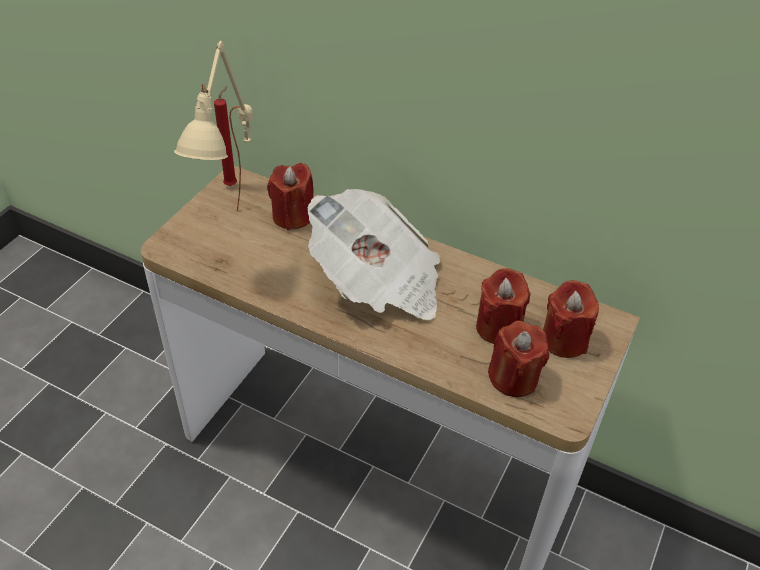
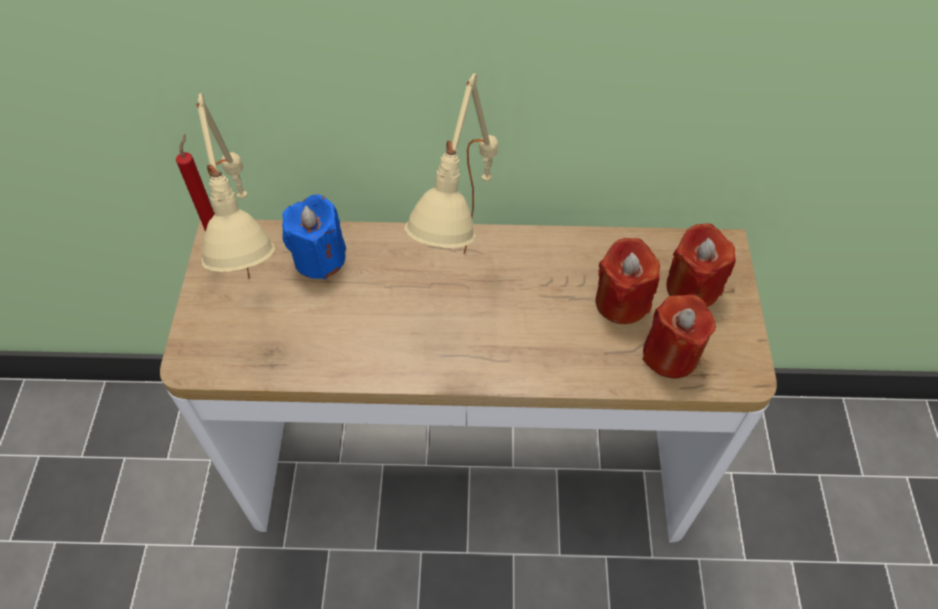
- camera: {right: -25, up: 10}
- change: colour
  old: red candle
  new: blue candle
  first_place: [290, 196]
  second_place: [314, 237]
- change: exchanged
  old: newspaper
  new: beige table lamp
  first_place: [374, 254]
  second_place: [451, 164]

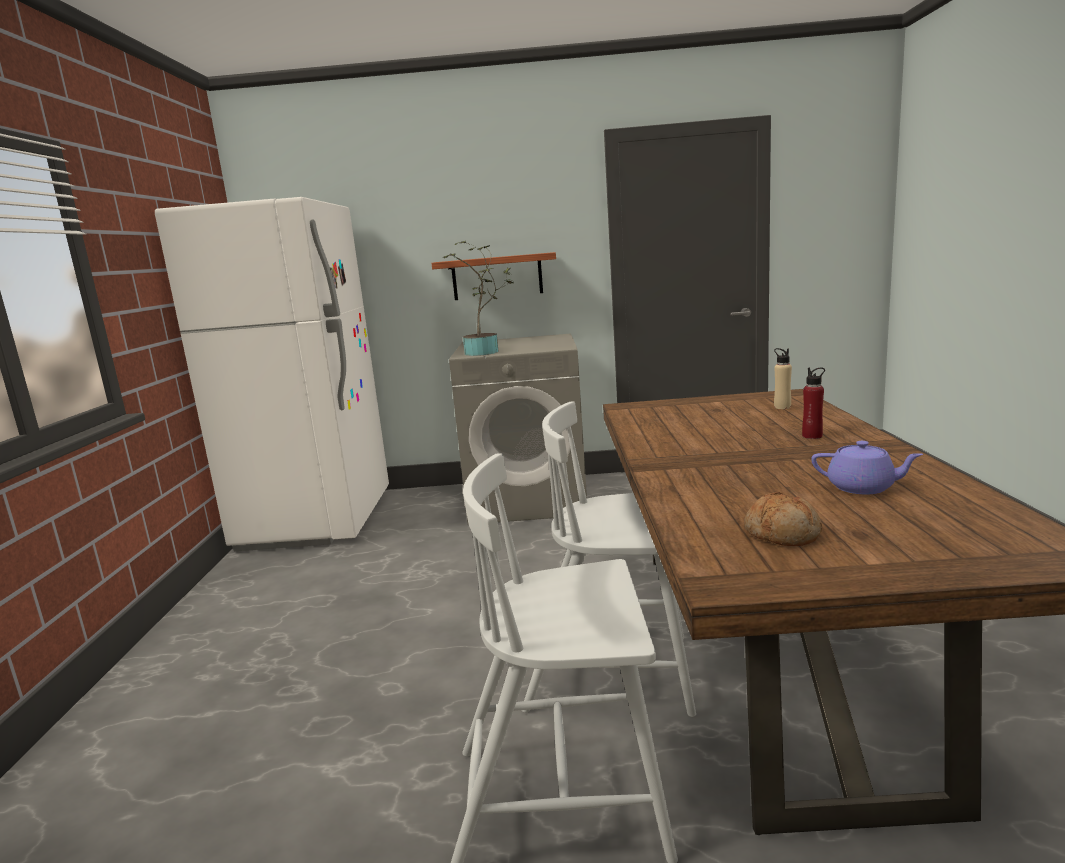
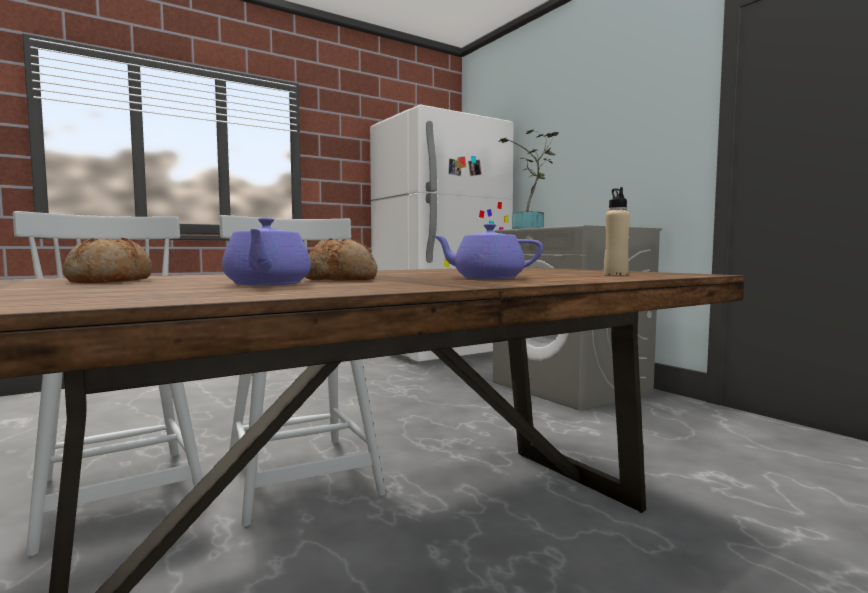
- camera: {right: 55, up: -10}
- change: appeared
  new: bread
  second_place: [341, 259]
- change: exchanged
  old: red bottle
  new: purple teapot
  first_place: [813, 403]
  second_place: [488, 251]
- change: missing
  old: shelf
  first_place: [493, 276]

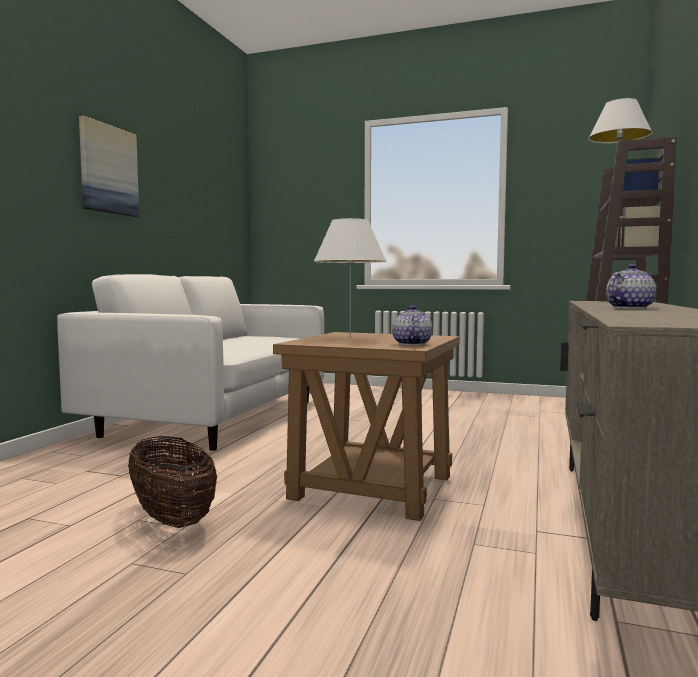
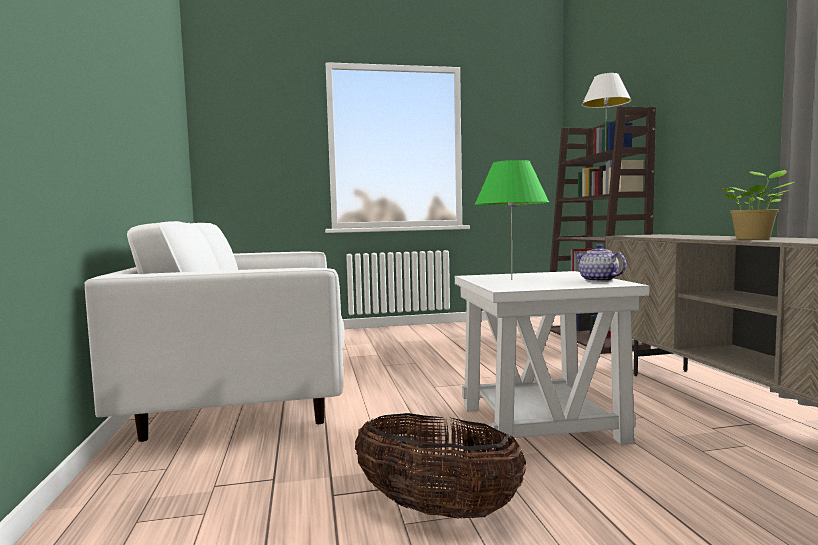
- camera: {right: -30, up: 0}
- change: colour
  old: brown side table
  new: white side table
  first_place: [366, 426]
  second_place: [552, 358]
- change: colour
  old: white table lamp
  new: green table lamp
  first_place: [350, 278]
  second_place: [511, 220]
- change: exchanged
  old: teapot
  new: potted plant
  first_place: [631, 286]
  second_place: [758, 204]
- change: missing
  old: picture
  first_place: [109, 166]

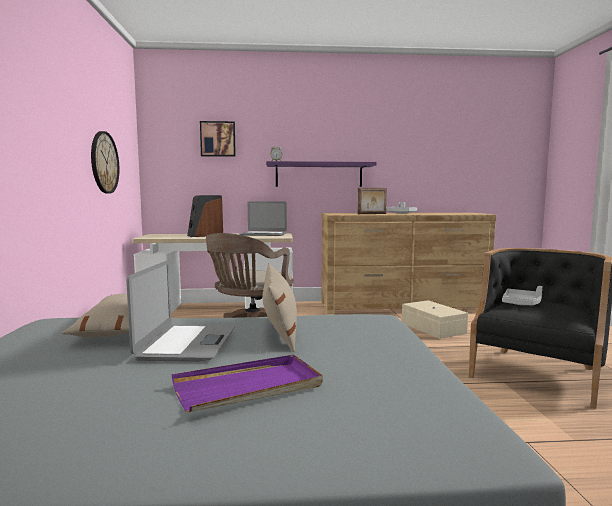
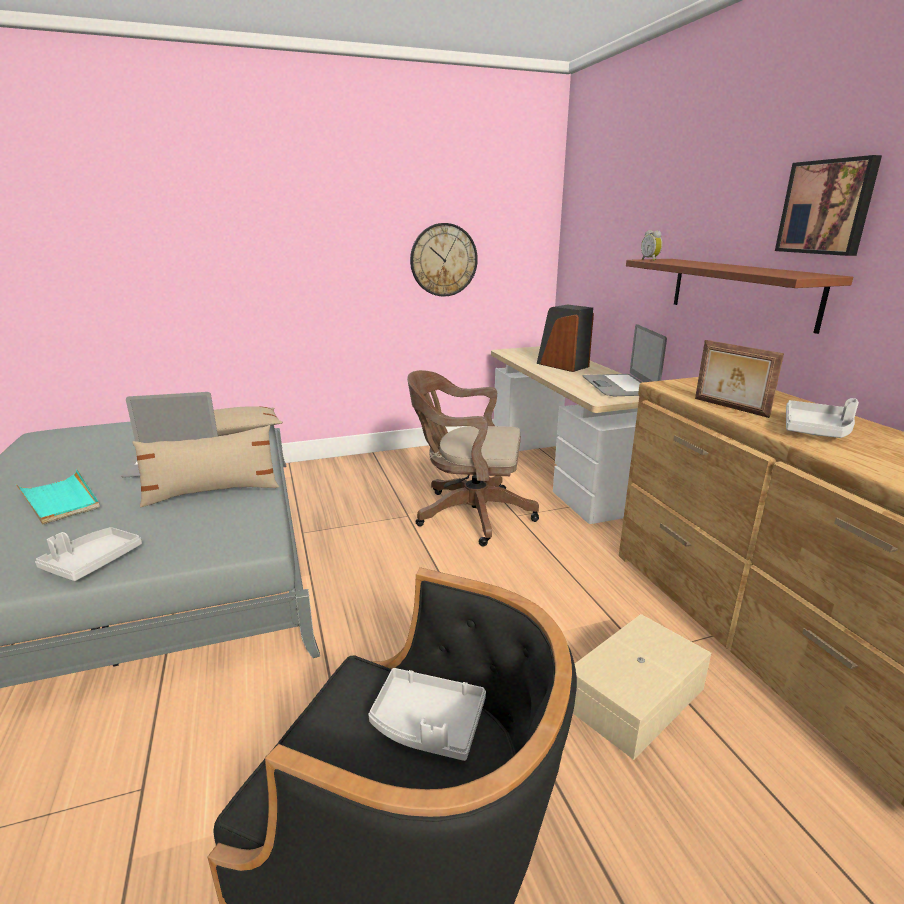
- camera: {right: 75, up: 15}
- change: colour
  old: purple tray
  new: turquoise tray
  first_place: [247, 383]
  second_place: [58, 497]
- change: appeared
  new: grey tray
  second_place: [88, 554]
- change: colour
  old: purple shelf
  new: brown shelf
  first_place: [321, 174]
  second_place: [739, 296]
- change: relocated
  old: picture
  first_place: [218, 139]
  second_place: [828, 205]

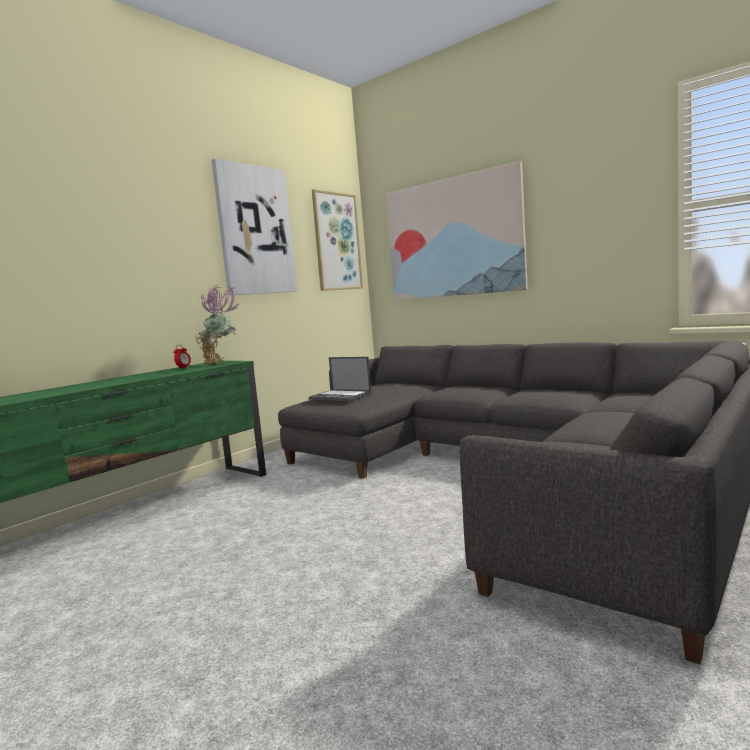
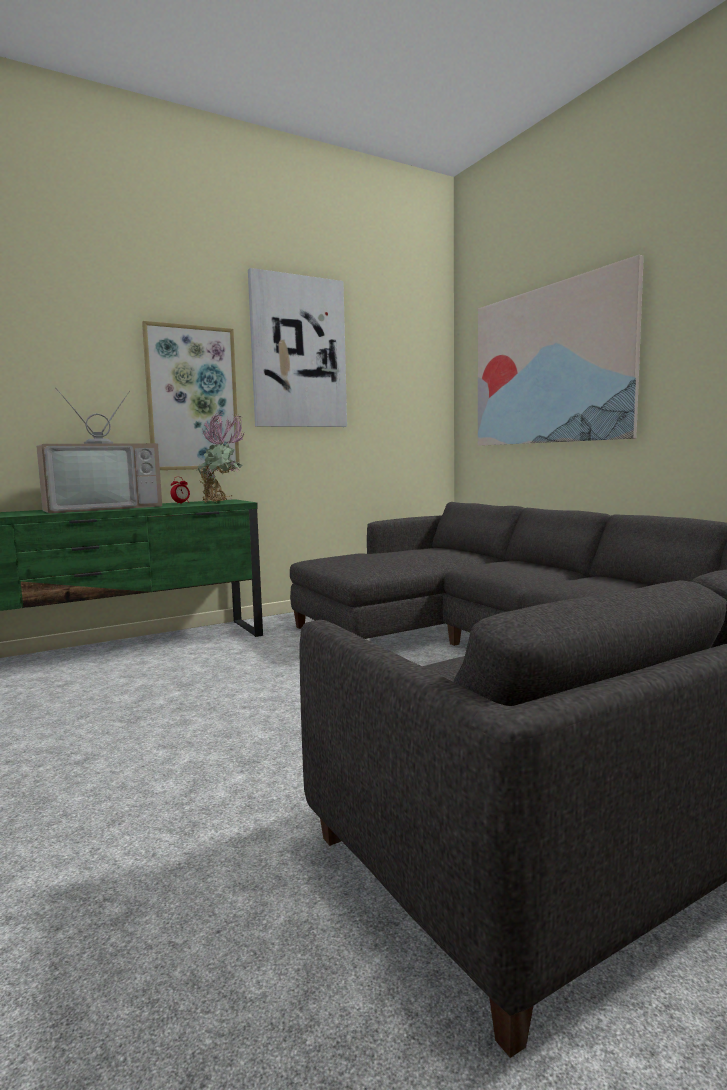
- camera: {right: 20, up: 0}
- change: appeared
  new: television
  second_place: [99, 450]
- change: relocated
  old: picture
  first_place: [337, 240]
  second_place: [191, 395]
- change: missing
  old: laptop
  first_place: [340, 379]

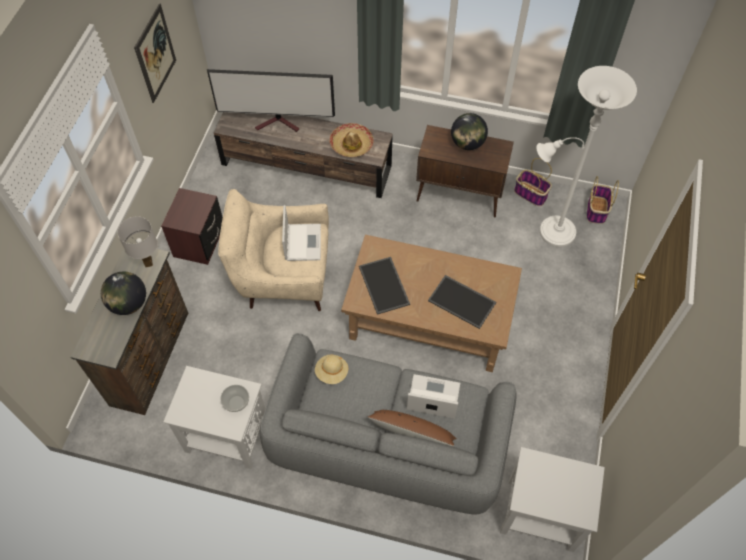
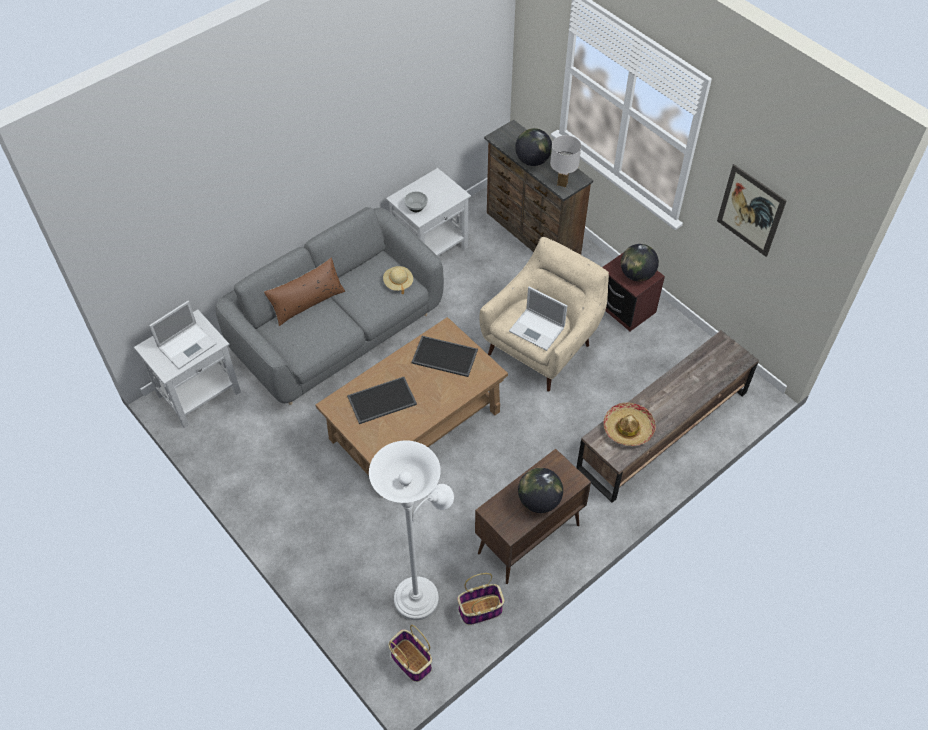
- camera: {right: 125, up: -5}
- change: relocated
  old: laptop
  first_place: [433, 396]
  second_place: [183, 335]
- change: appeared
  new: globe
  second_place: [640, 262]
- change: missing
  old: television
  first_place: [271, 100]

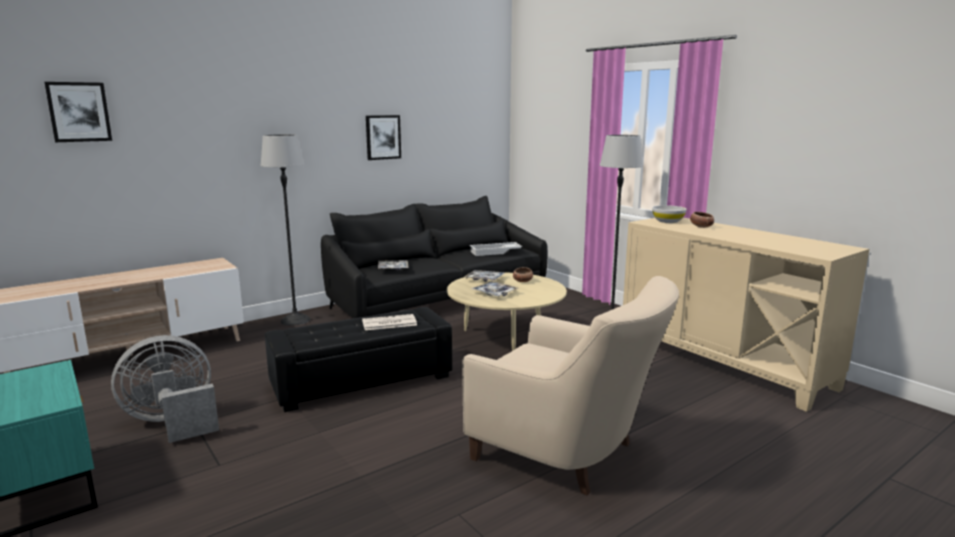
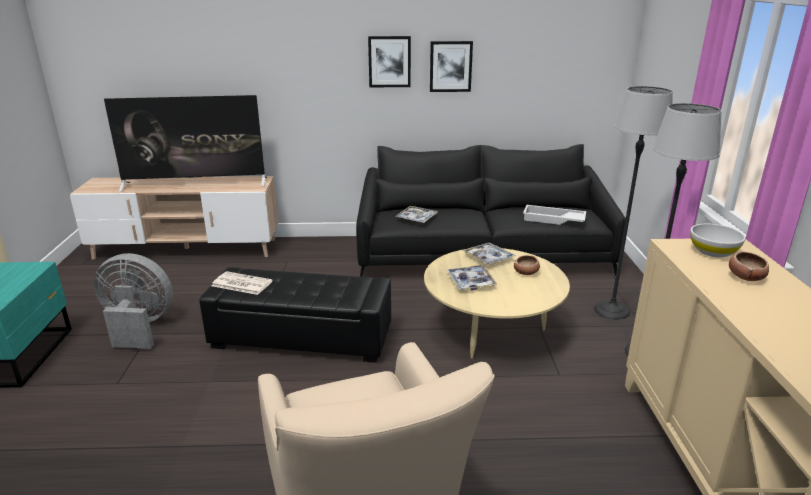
- camera: {right: 35, up: 10}
- change: appeared
  new: television
  second_place: [185, 143]
- change: relocated
  old: newspaper
  first_place: [389, 322]
  second_place: [242, 283]
- change: relocated
  old: picture
  first_place: [78, 112]
  second_place: [389, 61]
- change: relocated
  old: floor lamp
  first_place: [285, 229]
  second_place: [633, 203]

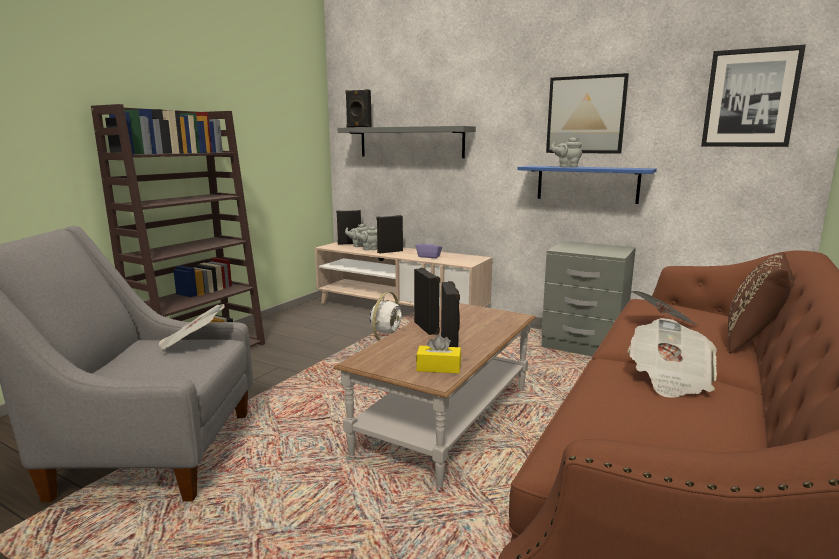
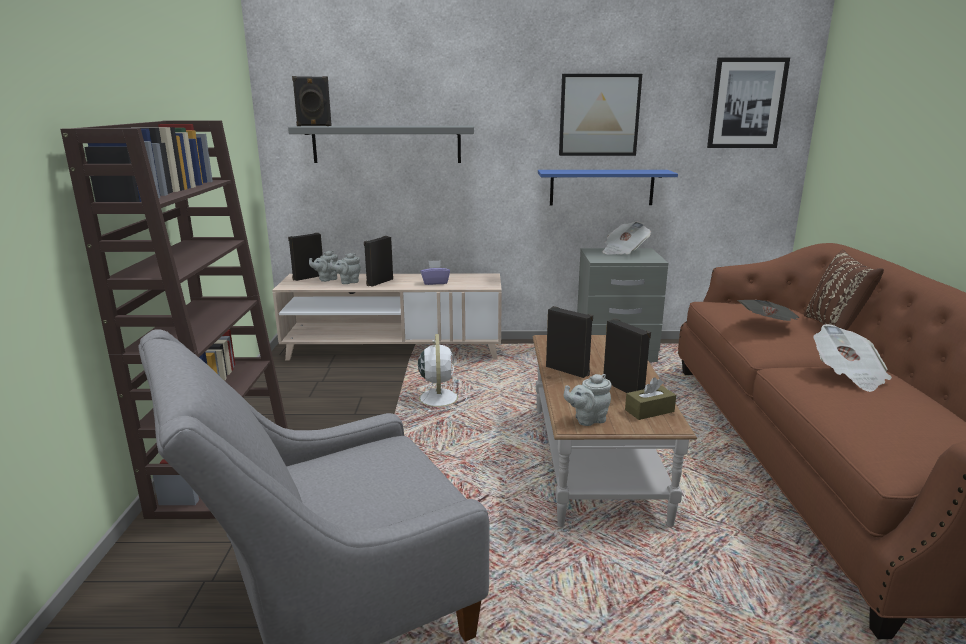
- camera: {right: -30, up: 5}
- change: relocated
  old: grey teapot
  first_place: [566, 152]
  second_place: [588, 400]
- change: relocated
  old: newspaper
  first_place: [191, 327]
  second_place: [627, 238]
- change: colour
  old: yellow tissue box
  new: brown tissue box
  first_place: [438, 354]
  second_place: [650, 398]

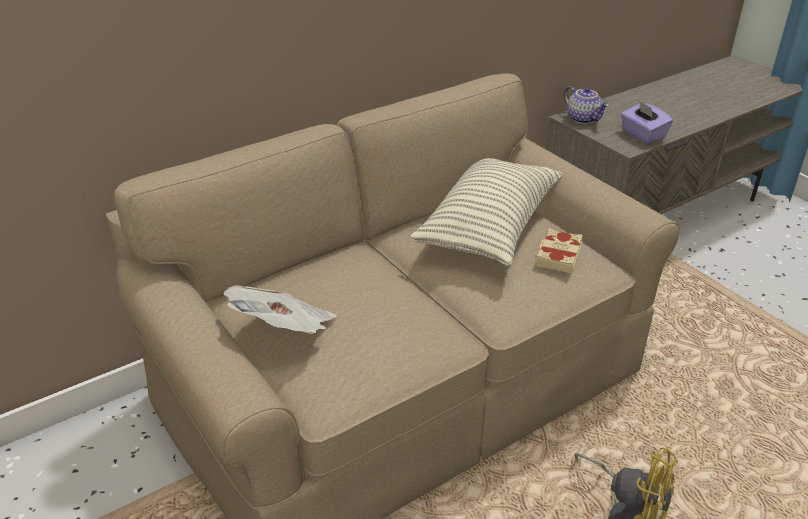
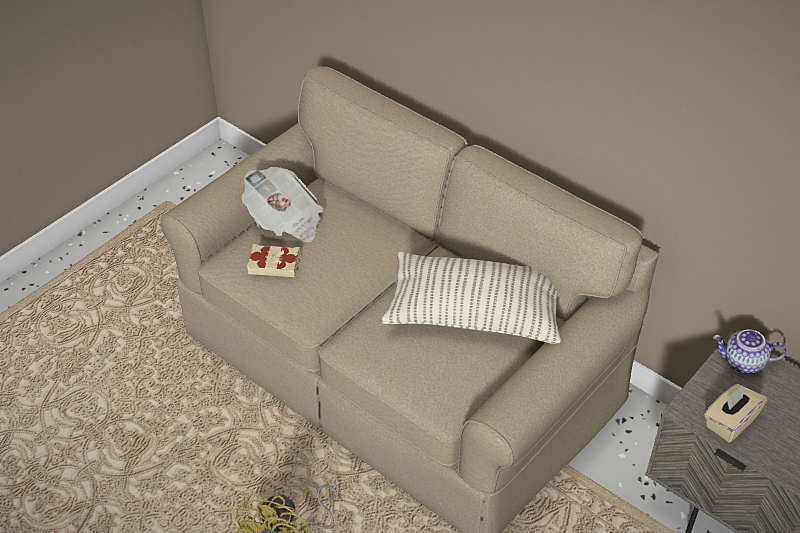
- camera: {right: 75, up: 10}
- change: relocated
  old: beige book
  first_place: [559, 250]
  second_place: [273, 260]
- change: colour
  old: purple tissue box
  new: beige tissue box
  first_place: [647, 122]
  second_place: [735, 413]
- change: spun
  old: teapot
  first_place: [586, 105]
  second_place: [749, 352]
  degrees: 60

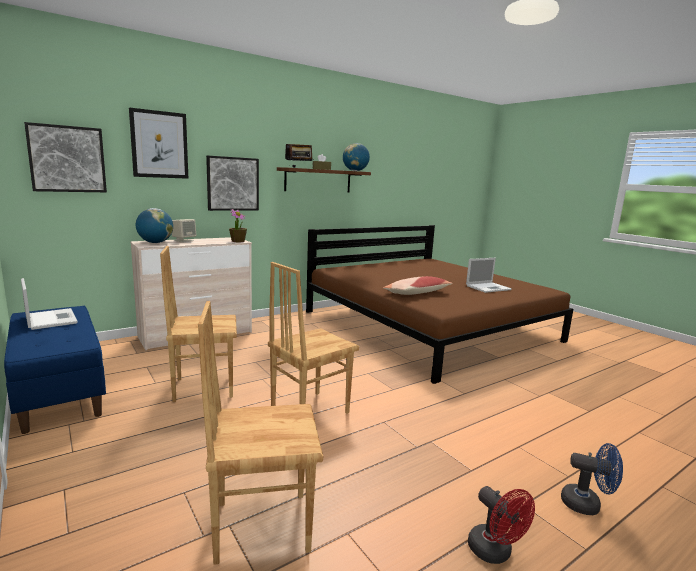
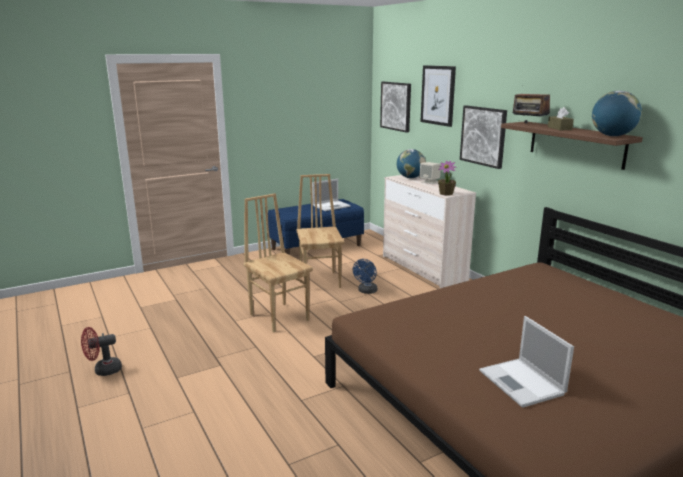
- camera: {right: 95, up: 5}
- change: relocated
  old: blue fan
  first_place: [592, 479]
  second_place: [365, 276]
- change: missing
  old: brown chair
  first_place: [260, 433]
- change: missing
  old: pillow
  first_place: [418, 285]

